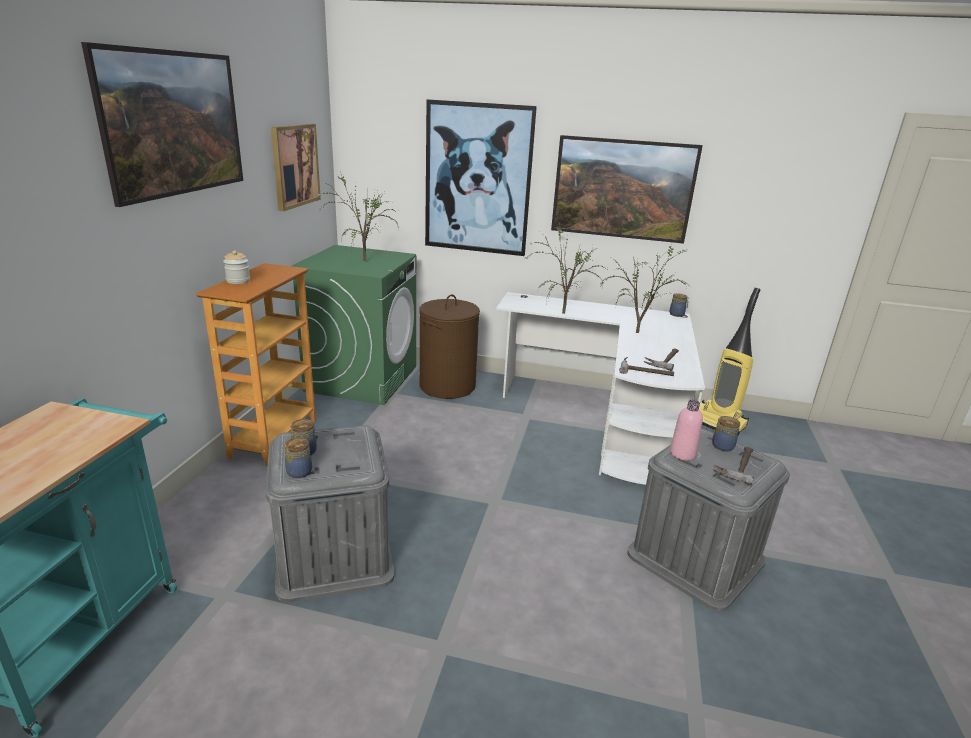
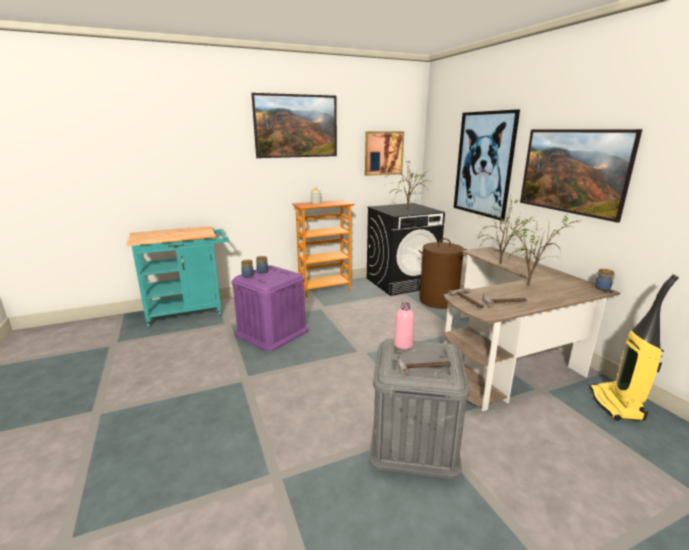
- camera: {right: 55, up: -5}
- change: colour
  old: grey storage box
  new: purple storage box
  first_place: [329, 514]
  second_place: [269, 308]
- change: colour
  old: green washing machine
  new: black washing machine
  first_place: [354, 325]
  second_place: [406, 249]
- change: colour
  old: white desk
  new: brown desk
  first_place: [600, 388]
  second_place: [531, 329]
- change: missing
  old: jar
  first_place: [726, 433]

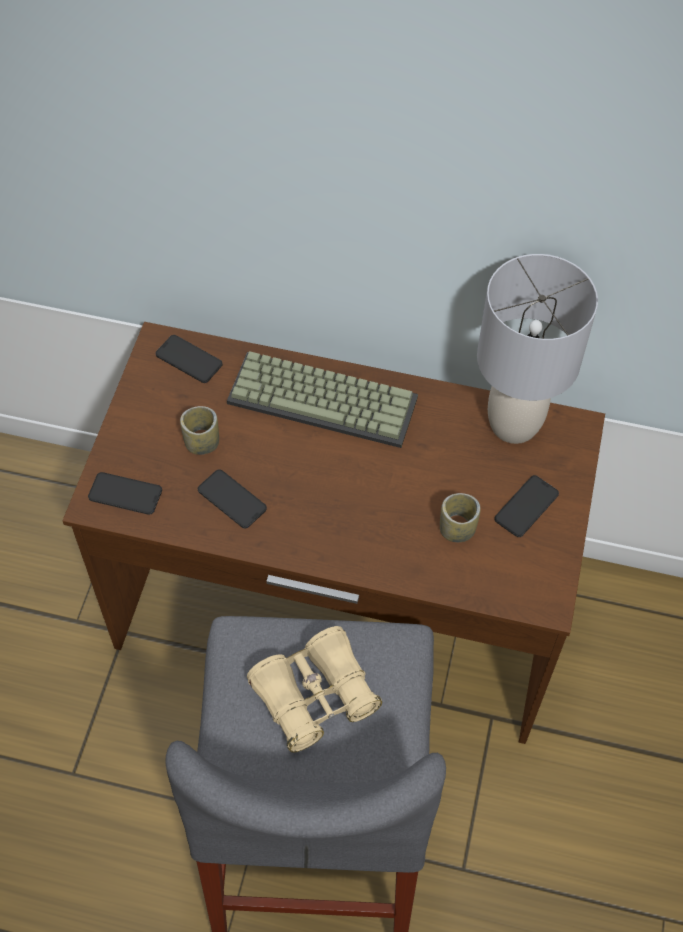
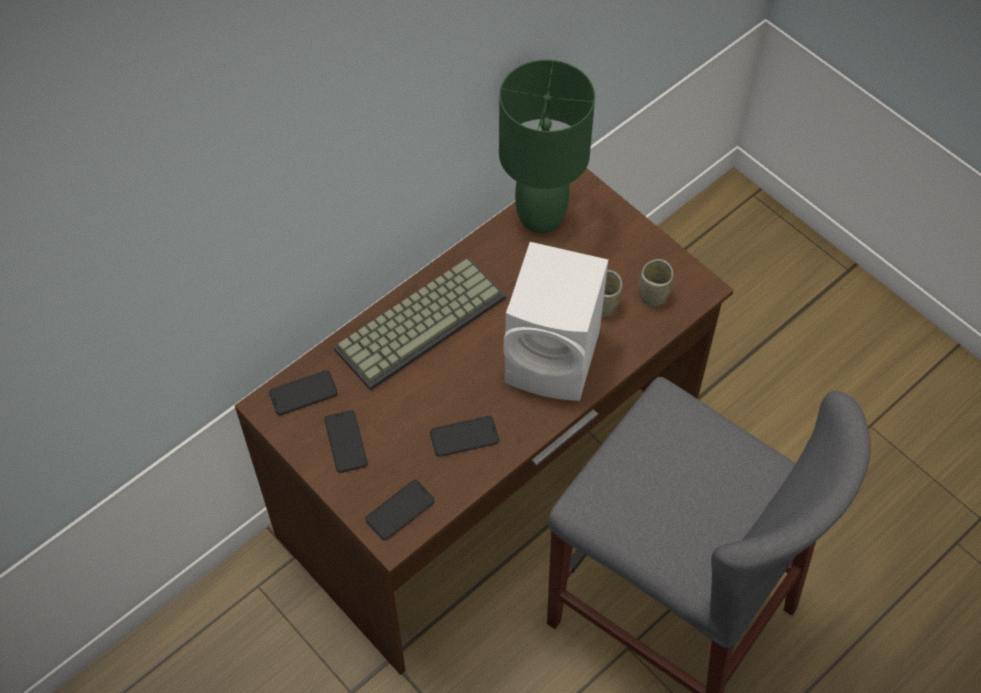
- camera: {right: -55, up: 0}
- change: relocated
  old: phone
  first_place: [526, 506]
  second_place: [346, 441]
- change: colour
  old: grey table lamp
  new: green table lamp
  first_place: [537, 349]
  second_place: [547, 146]
- change: appeared
  new: white speaker
  second_place: [556, 321]
- change: relocated
  old: cup
  first_place: [199, 430]
  second_place: [656, 283]
- change: missing
  old: beige binoculars
  first_place: [314, 689]

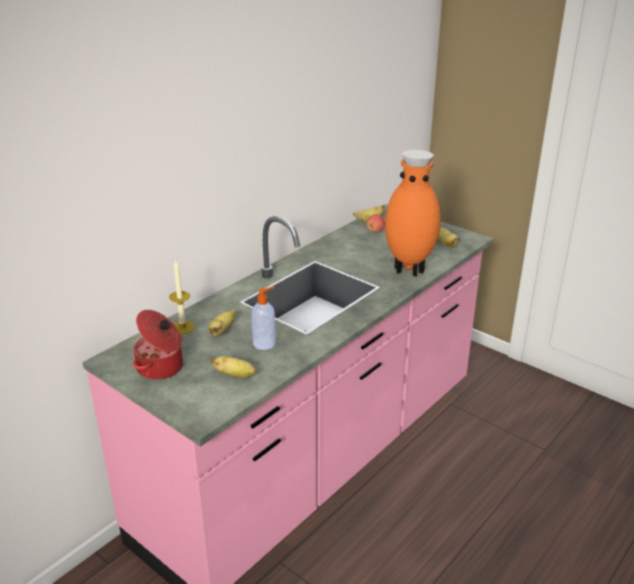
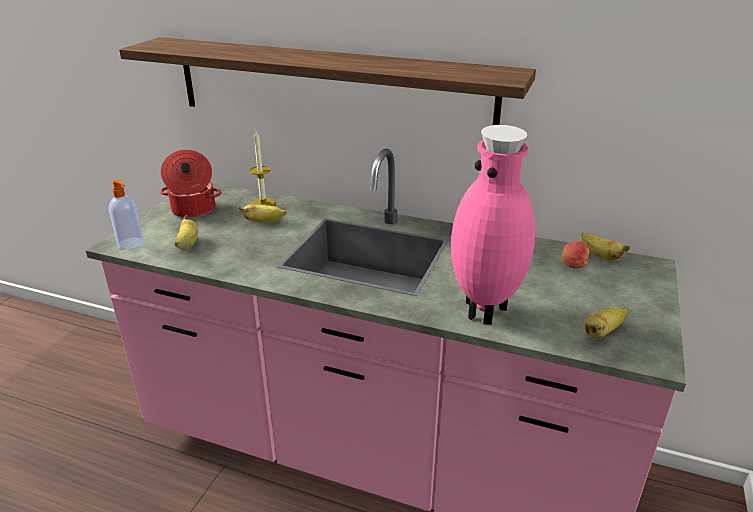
- camera: {right: 70, up: 0}
- change: relocated
  old: soap dispenser
  first_place: [263, 318]
  second_place: [126, 214]
- change: appeared
  new: shelf
  second_place: [327, 81]
- change: colour
  old: orange vase
  new: pink vase
  first_place: [413, 213]
  second_place: [493, 225]

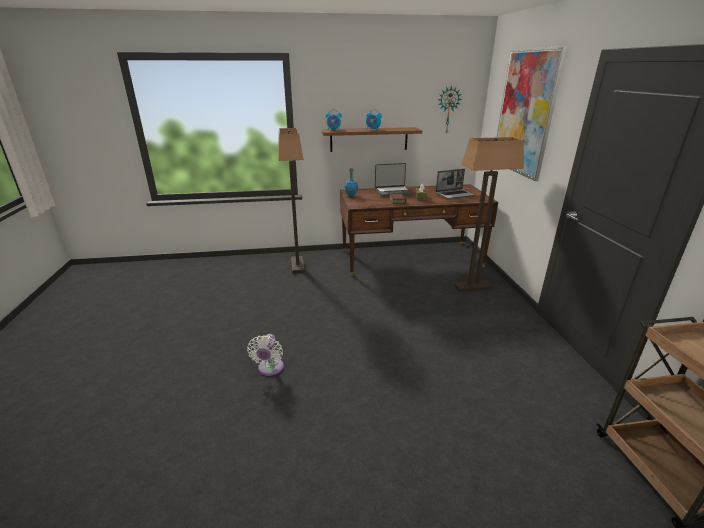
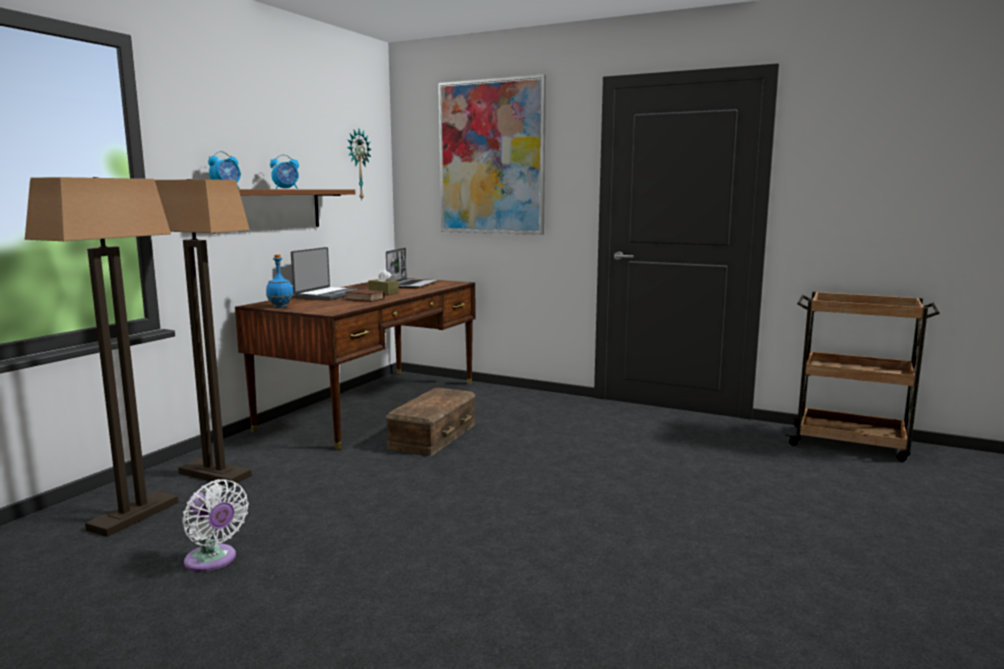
- camera: {right: -55, up: -15}
- change: relocated
  old: floor lamp
  first_place: [489, 214]
  second_place: [101, 357]
- change: relocated
  old: white fan
  first_place: [265, 355]
  second_place: [215, 525]
- change: appeared
  new: brown storage box
  second_place: [431, 422]

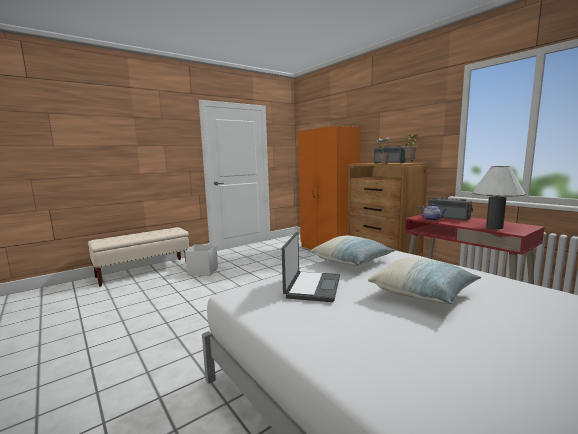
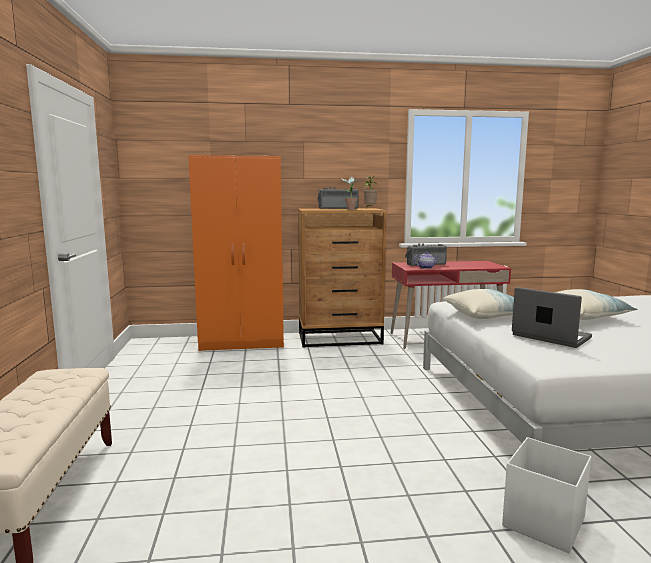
- camera: {right: -60, up: 0}
- change: relocated
  old: white storage box
  first_place: [201, 260]
  second_place: [546, 495]
- change: missing
  old: white table lamp
  first_place: [499, 197]

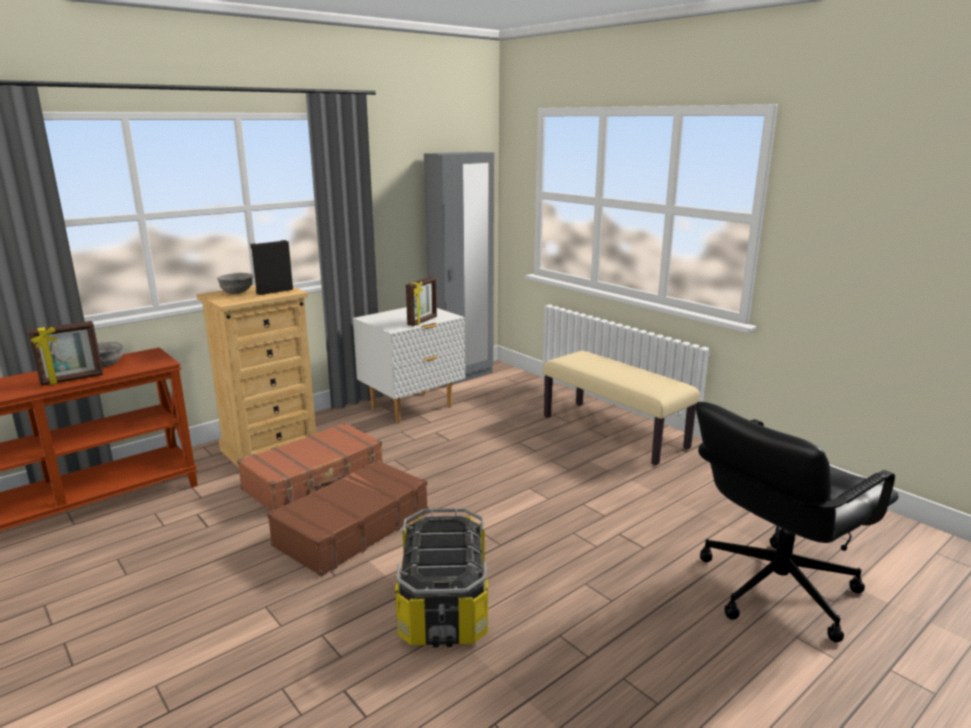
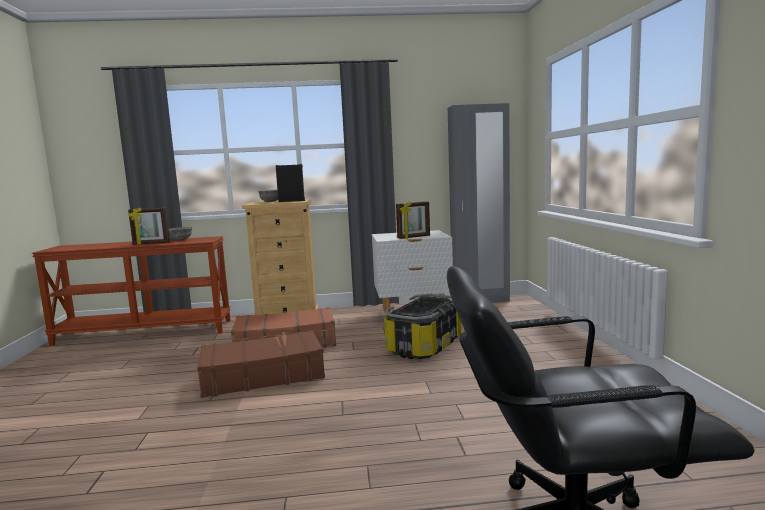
- camera: {right: 35, up: -10}
- change: relocated
  old: storage box
  first_place: [441, 578]
  second_place: [422, 326]
- change: missing
  old: beige bench
  first_place: [621, 408]

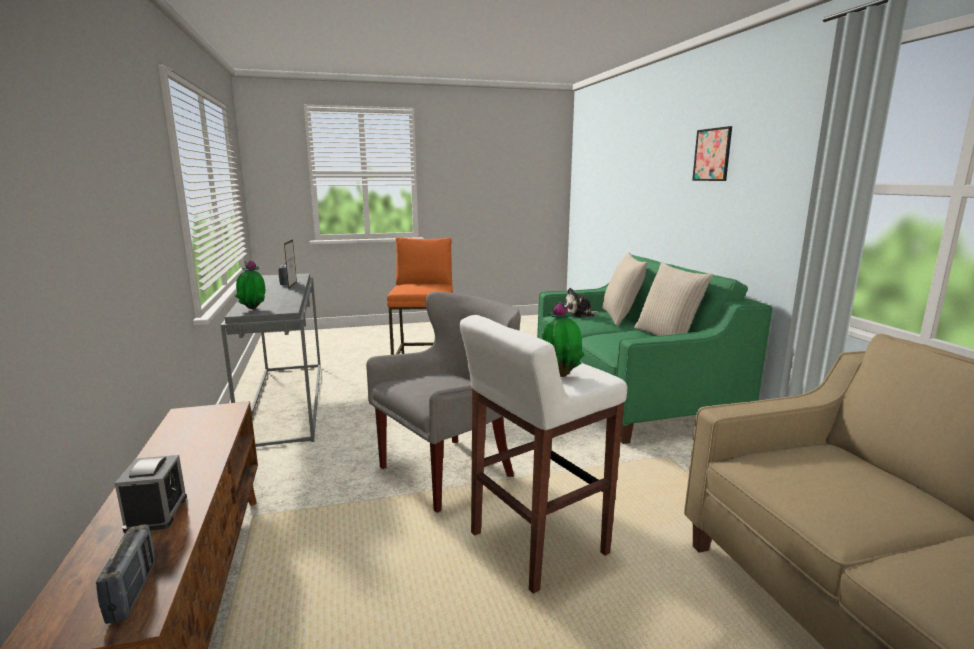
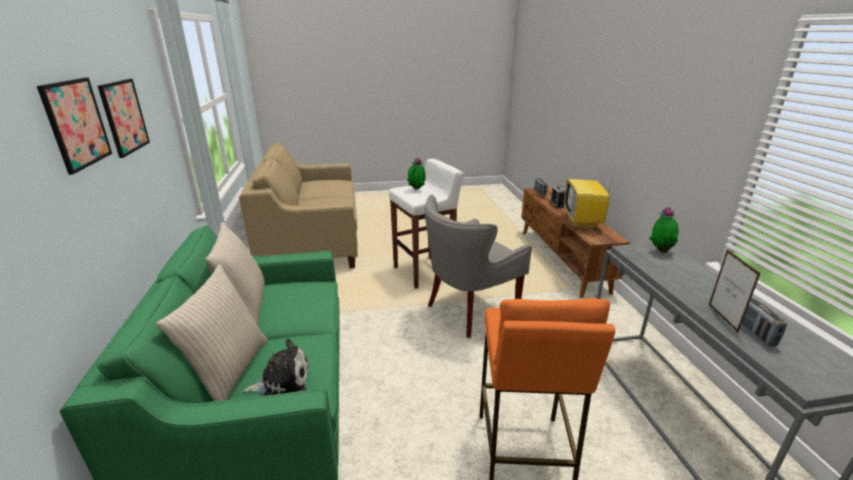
- camera: {right: -175, up: 10}
- change: appeared
  new: picture
  second_place: [124, 118]
- change: appeared
  new: television
  second_place: [589, 198]

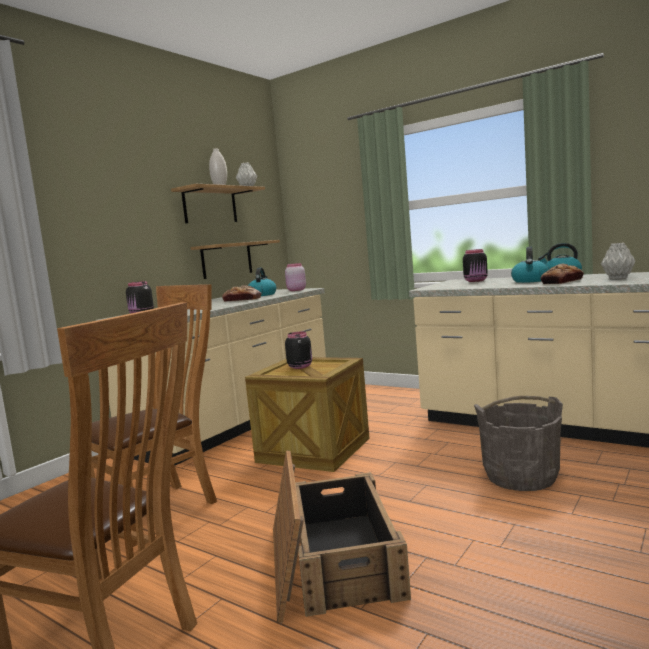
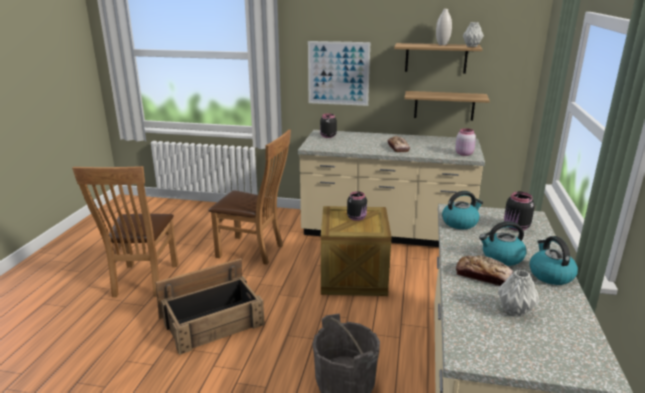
- camera: {right: 65, up: 15}
- change: appeared
  new: picture
  second_place: [339, 73]
- change: relocated
  old: kettle
  first_place: [262, 281]
  second_place: [462, 210]

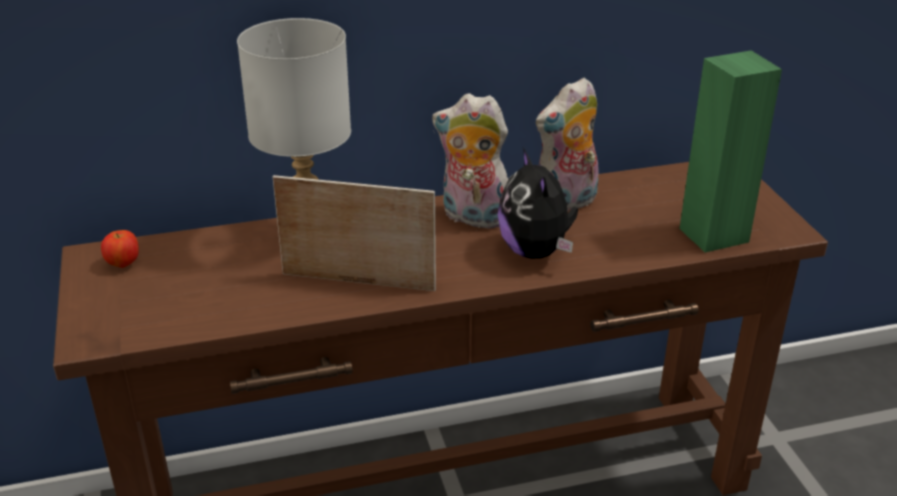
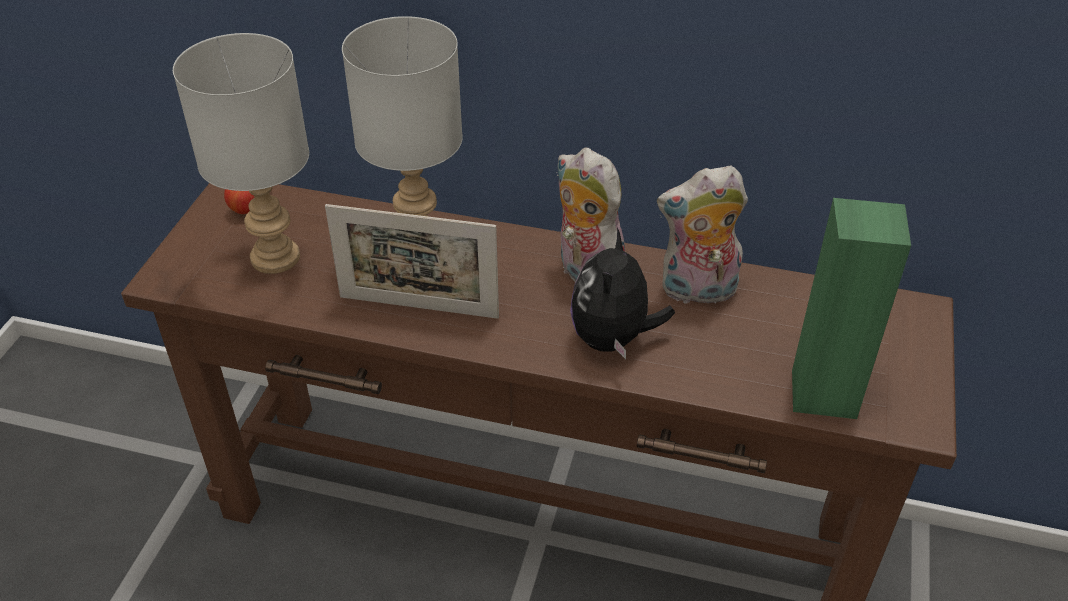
- camera: {right: 30, up: 10}
- change: appeared
  new: grey table lamp
  second_place: [241, 153]
- change: spun
  old: picture frame
  first_place: [354, 233]
  second_place: [412, 261]
  degrees: 150

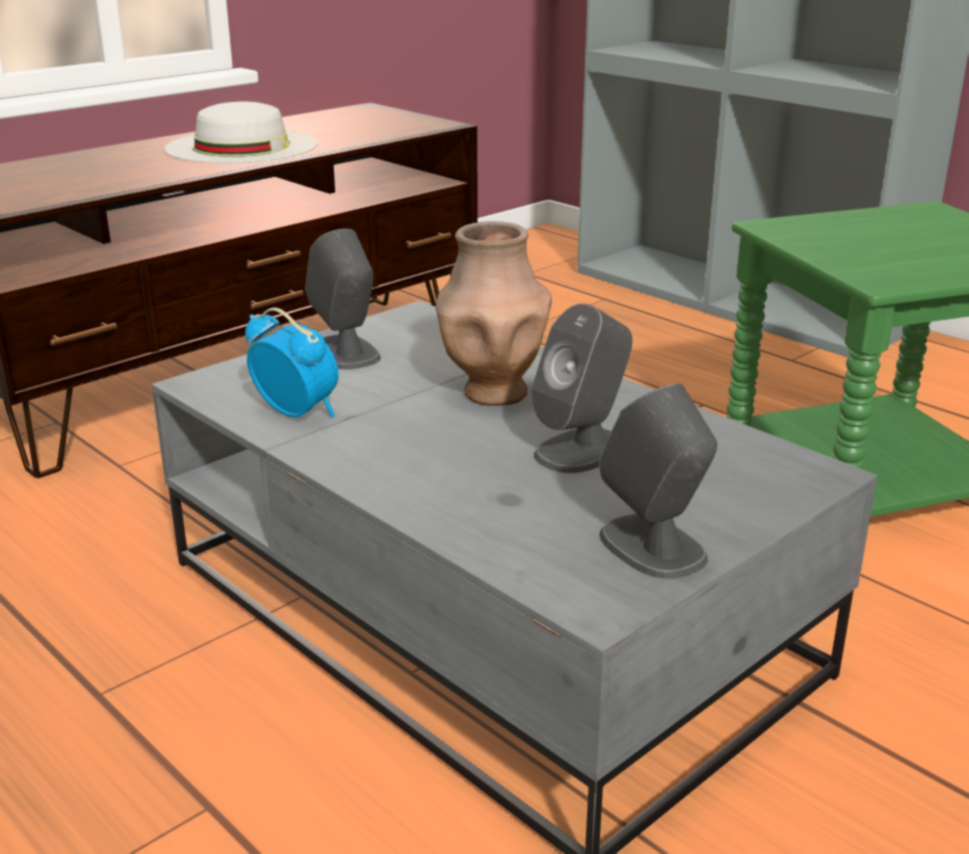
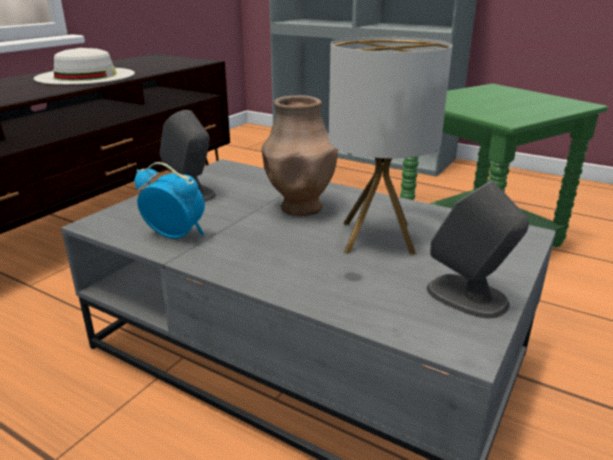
- camera: {right: -15, up: 0}
- change: exchanged
  old: grey speaker
  new: table lamp
  first_place: [582, 388]
  second_place: [390, 146]

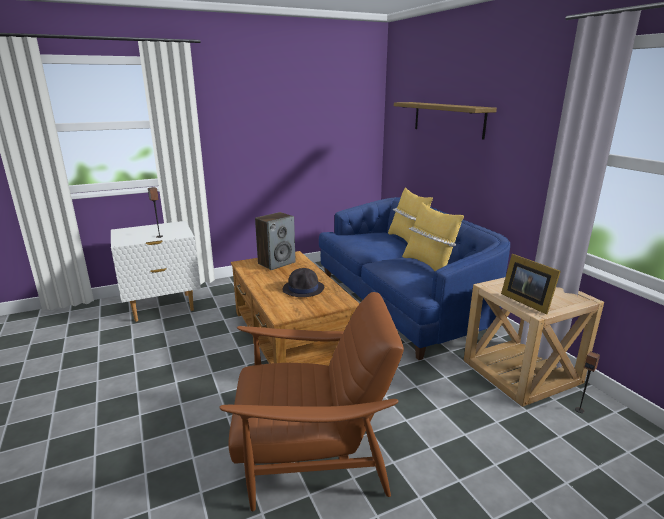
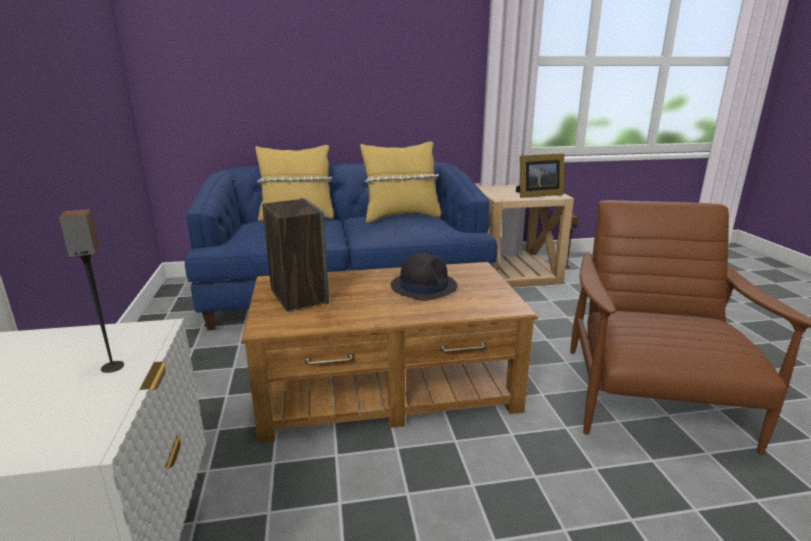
- camera: {right: -75, up: 0}
- change: missing
  old: shelf
  first_place: [445, 121]

